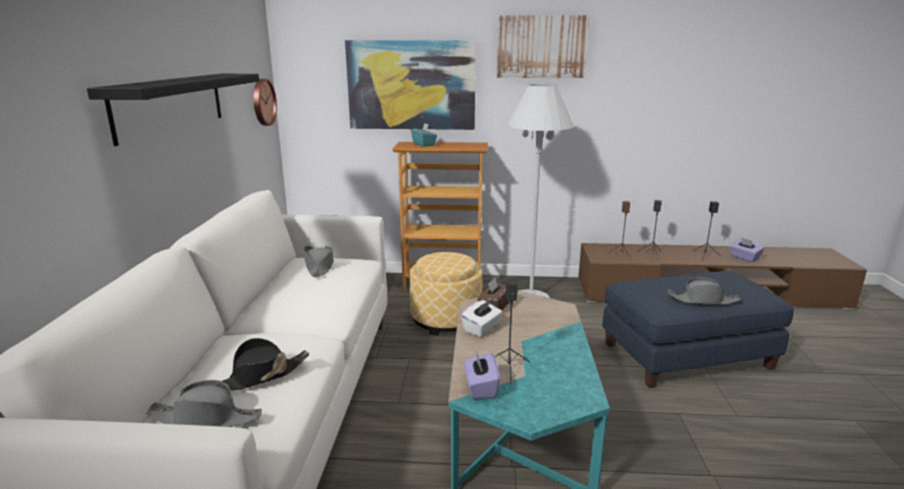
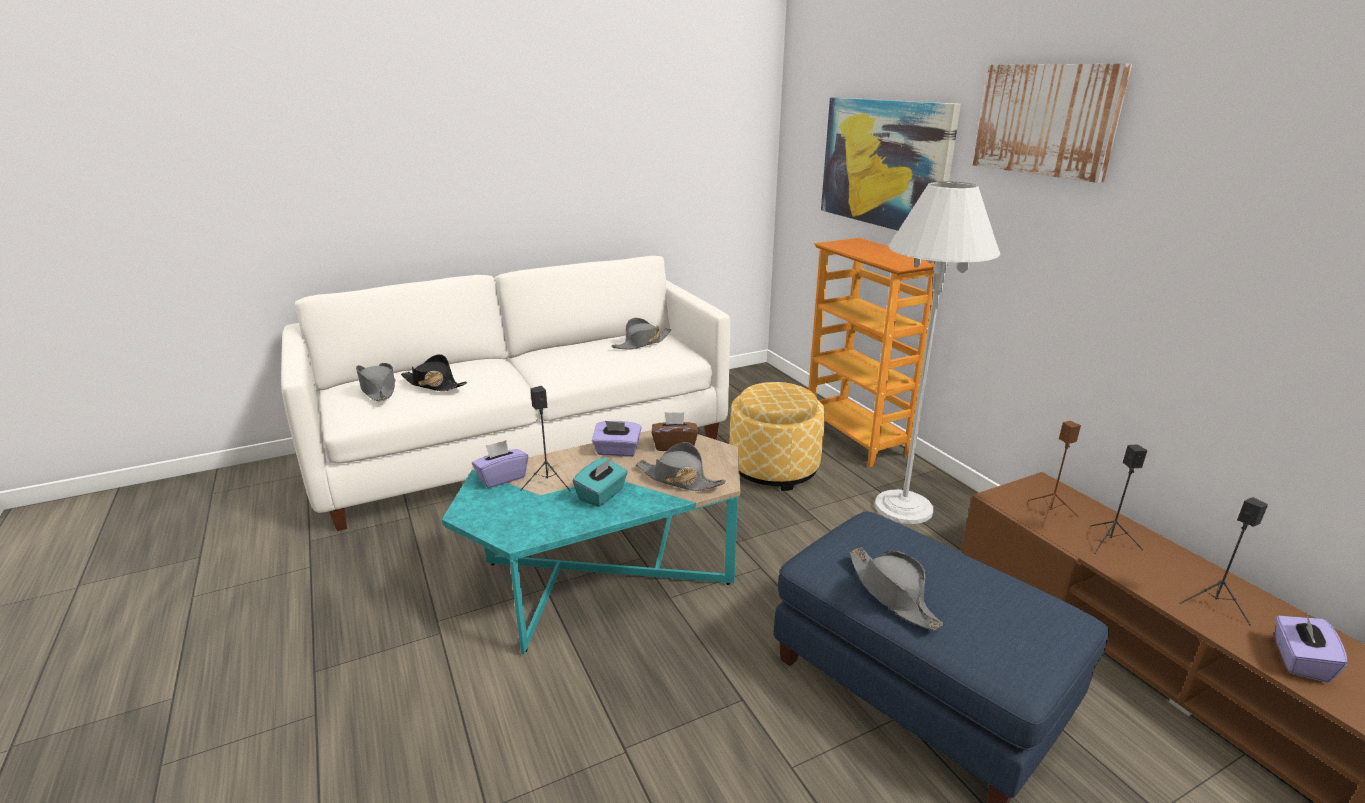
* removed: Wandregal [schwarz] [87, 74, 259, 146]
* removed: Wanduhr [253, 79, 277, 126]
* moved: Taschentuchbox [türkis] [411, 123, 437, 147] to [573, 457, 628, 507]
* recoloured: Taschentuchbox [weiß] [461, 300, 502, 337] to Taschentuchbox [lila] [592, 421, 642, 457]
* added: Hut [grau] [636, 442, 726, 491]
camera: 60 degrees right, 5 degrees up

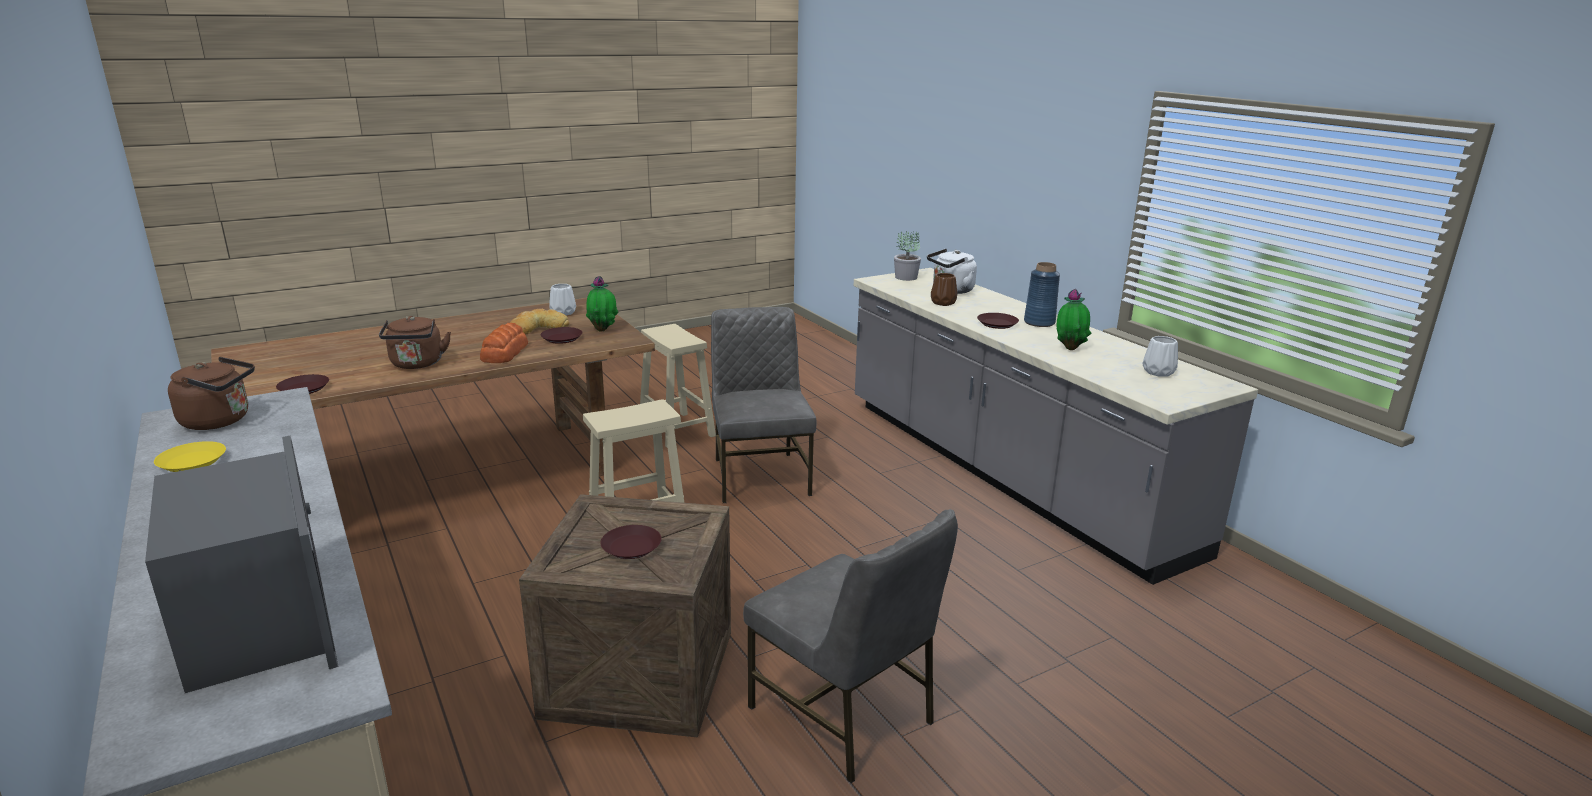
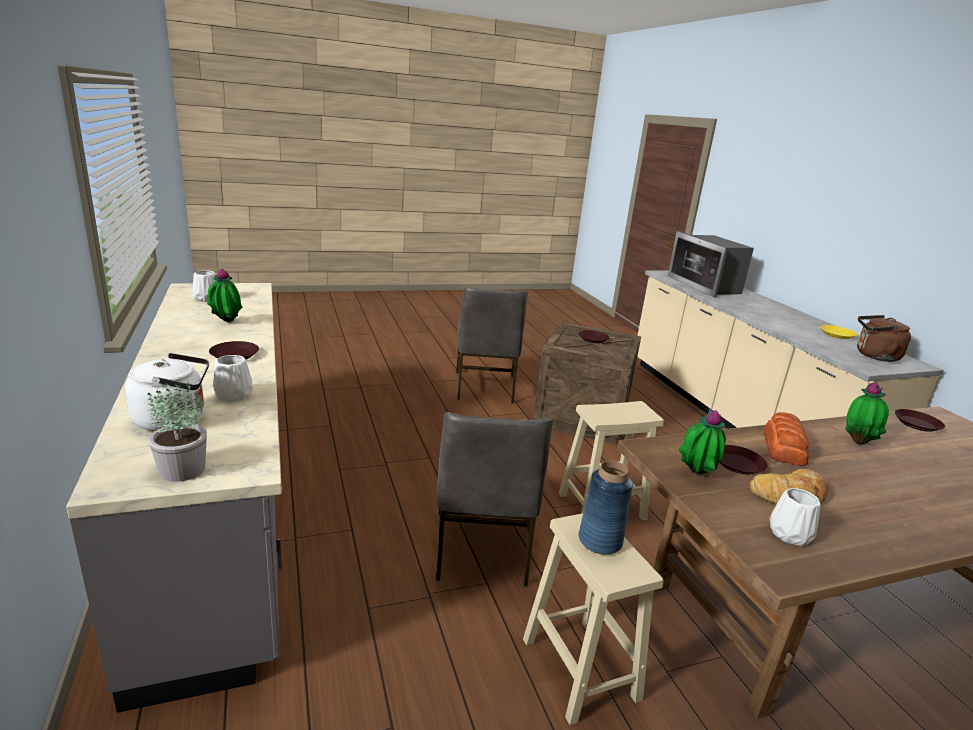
* replaced: Wasserkessel [braun] [379, 316, 451, 369] to Topfpflanze [845, 382, 889, 445]
* turned: Stuhl [grau] [743, 509, 958, 783] = [456, 287, 528, 404] 150 degrees counterclockwise
* recoloured: Vase [braun] [931, 273, 957, 306] to Vase [weiß] [213, 355, 253, 402]
* moved: Vase [blau] [1024, 262, 1060, 327] to [579, 461, 633, 555]
camera: 170 degrees left, 0 degrees up

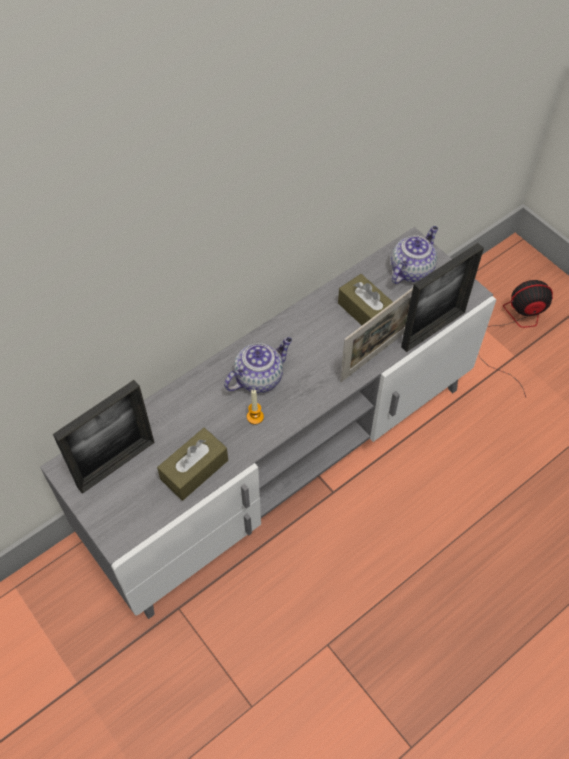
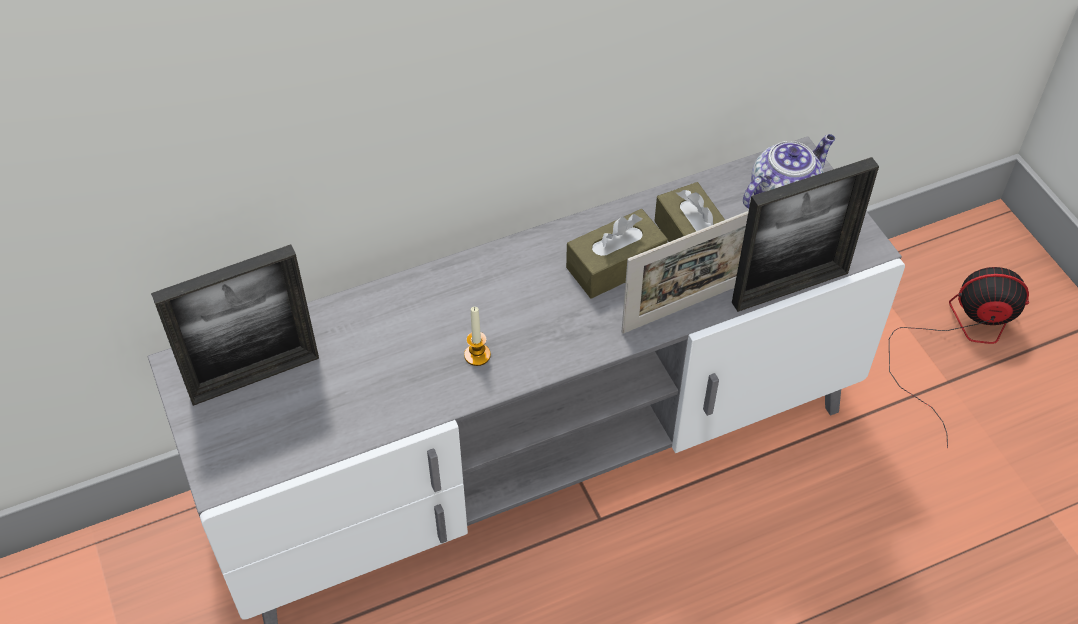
* moved: Taschentuchbox [braun] [157, 428, 228, 501] to [566, 209, 668, 299]
* removed: Teekanne [224, 337, 292, 393]
camera: 15 degrees right, 5 degrees down

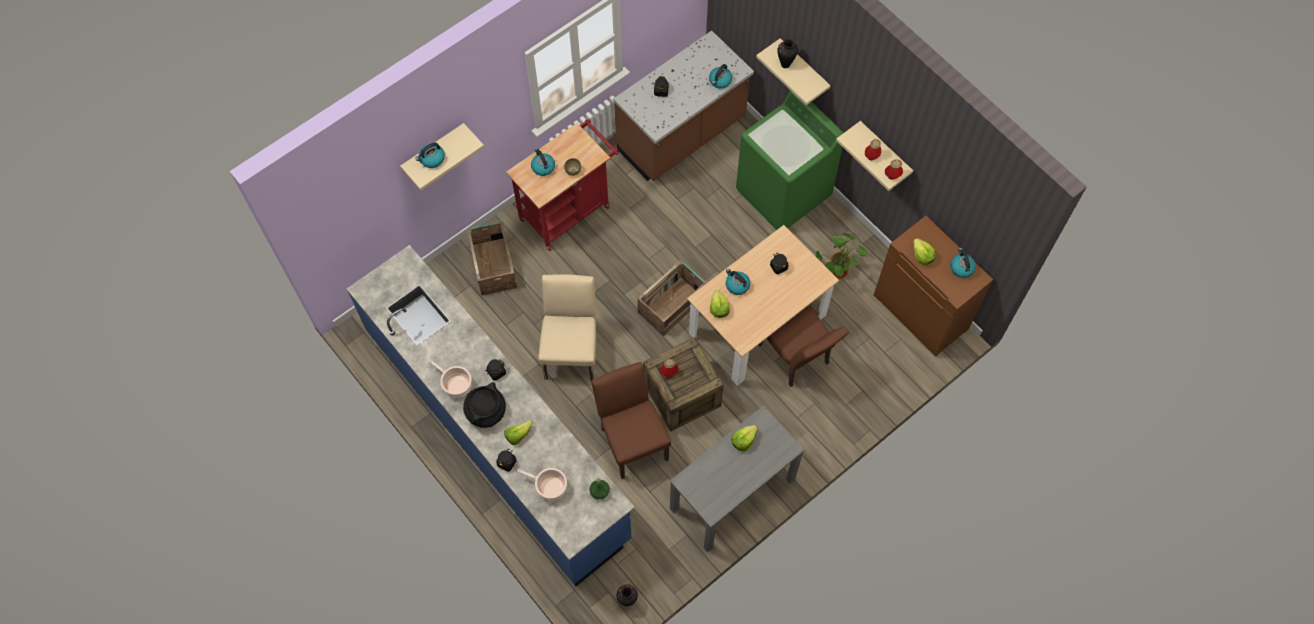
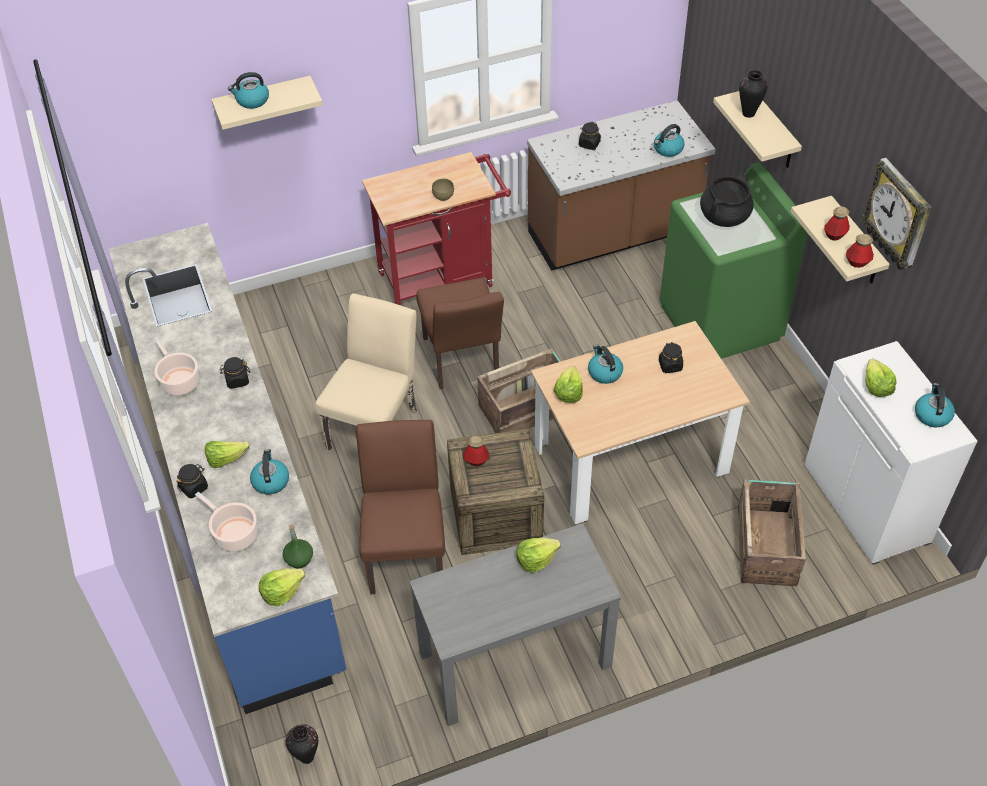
* moved: Kochtopf [schwarz] [463, 382, 506, 428] to [700, 175, 754, 227]
* moved: Kiste [467, 221, 517, 295] to [738, 479, 806, 586]
* moved: Wasserkessel [531, 148, 555, 176] to [250, 449, 289, 494]
* moved: Stuhl [braun] [758, 305, 849, 387] to [417, 278, 504, 389]
* removed: Topfpflanze [816, 233, 870, 279]
* recoloured: Schrank [braun] [874, 216, 993, 356] to Schrank [weiß] [804, 341, 977, 565]
* added: Salatkopf [259, 568, 305, 606]
* added: Wanduhr [862, 158, 932, 270]
camera: 20 degrees right, 15 degrees down

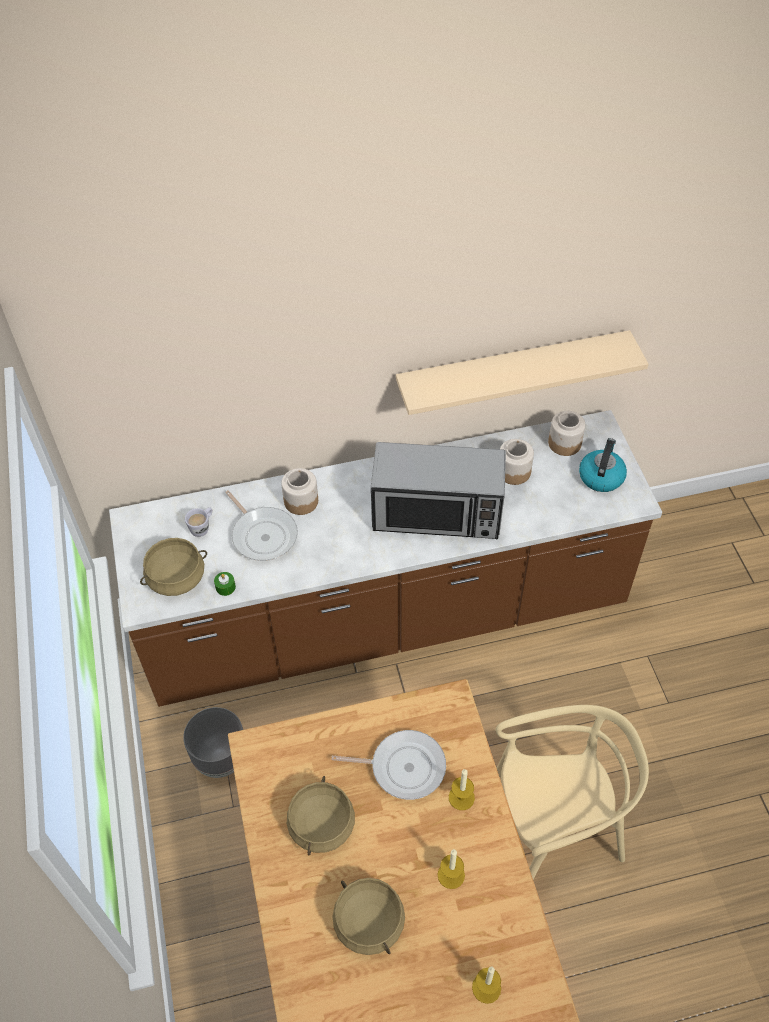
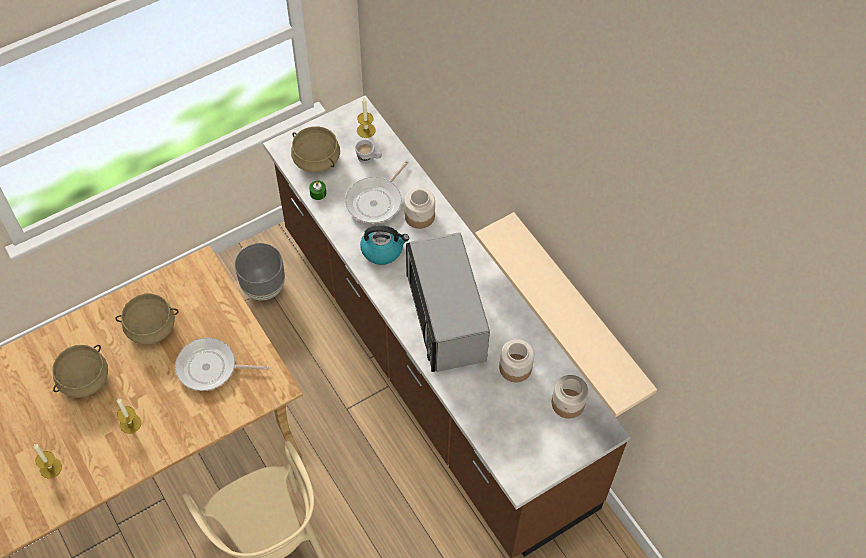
* turned: Pfanne [331, 730, 446, 800] = [175, 338, 269, 391] 105 degrees clockwise
* moved: Kerze [449, 769, 475, 810] to [357, 98, 376, 138]
* moved: Wasserkessel [579, 438, 627, 492] to [360, 225, 409, 265]
camera: 70 degrees right, 5 degrees up

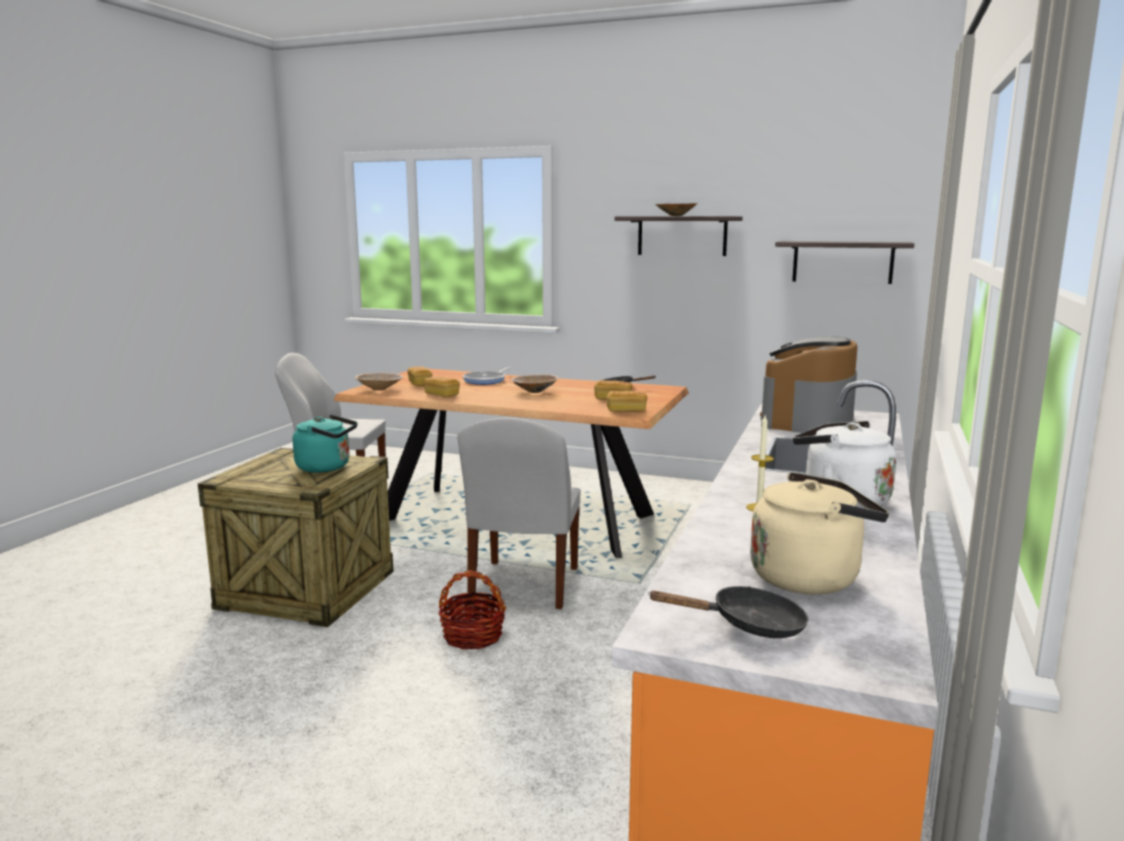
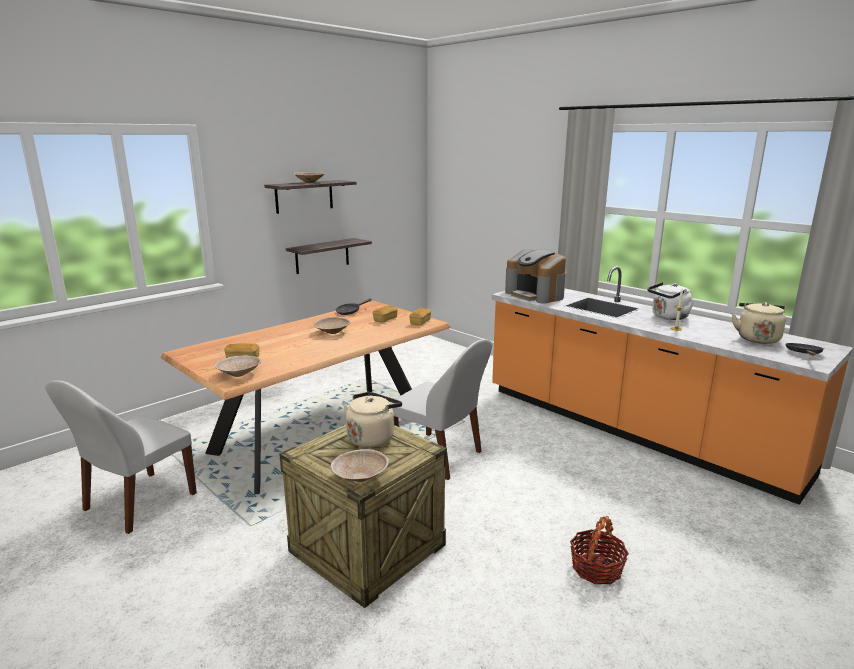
* recoloured: Wasserkessel [türkis] [293, 415, 357, 473] to Wasserkessel [beige] [343, 392, 402, 448]
* removed: Brot [424, 377, 460, 397]
* moved: Korb [439, 570, 506, 649] to [570, 516, 629, 584]
* removed: Pfanne [463, 367, 511, 385]
* moved: Wandregal [775, 241, 914, 284] to [286, 238, 372, 274]
* added: Schüssel [beige] [331, 449, 389, 482]
camera: 65 degrees left, 5 degrees up

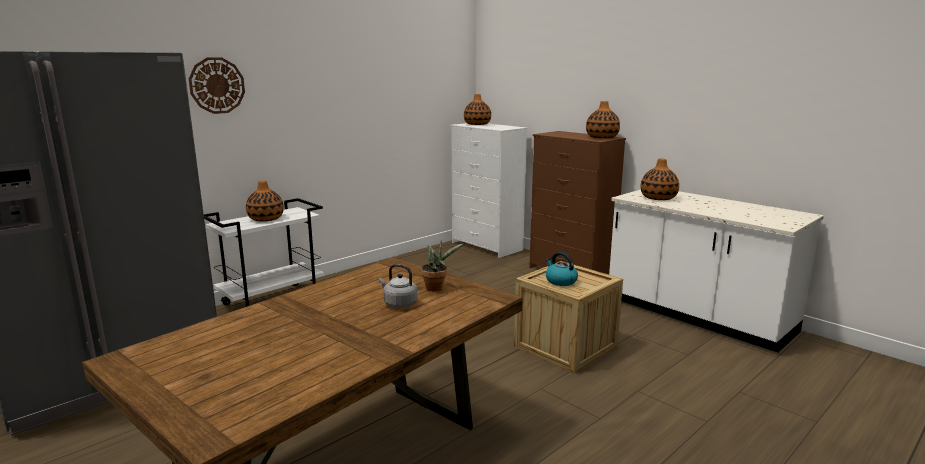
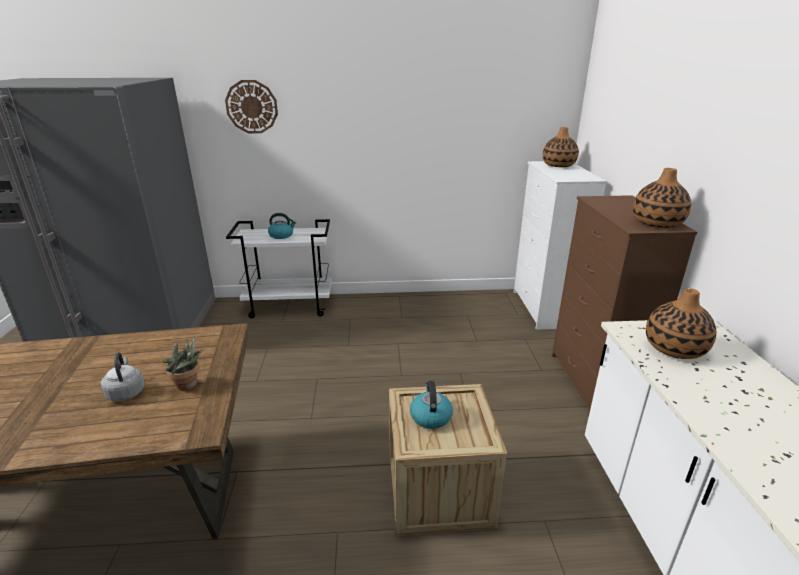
* replaced: Vase [246, 181, 284, 221] to Wasserkessel [268, 213, 296, 239]
camera: 40 degrees right, 10 degrees up

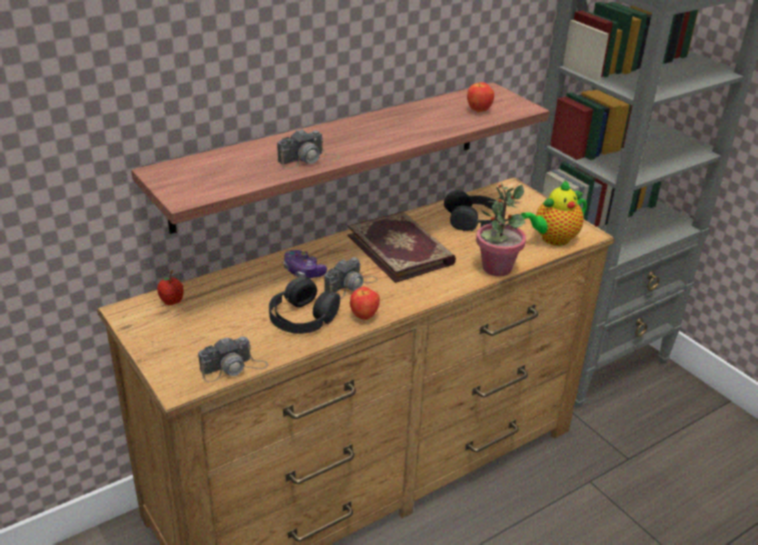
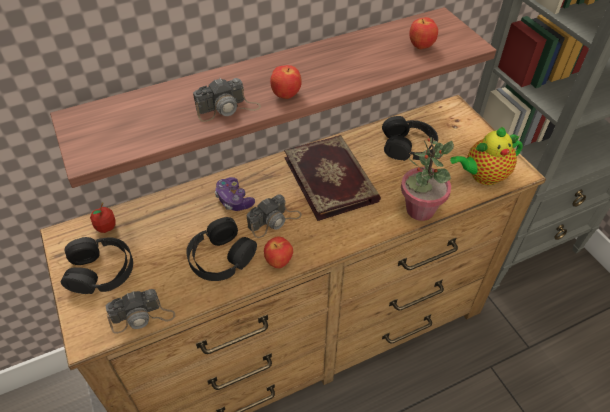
* added: Kopfhörer [schwarz] [61, 237, 133, 294]
* added: Apfel [270, 65, 302, 99]
camera: 10 degrees right, 15 degrees up

